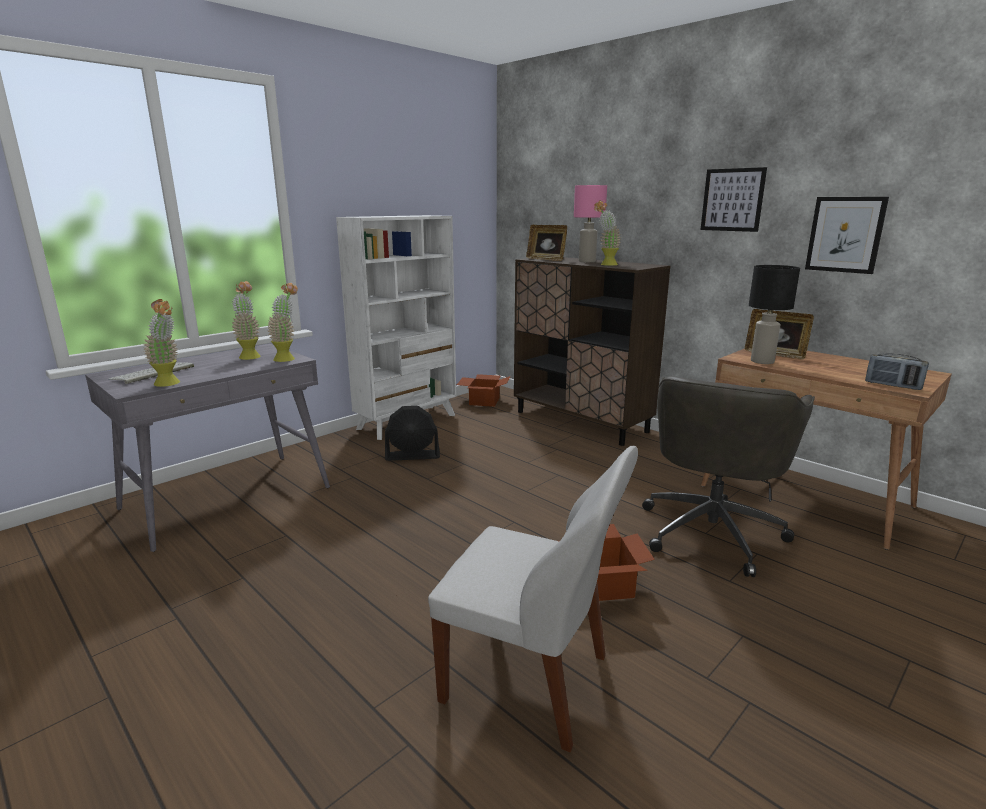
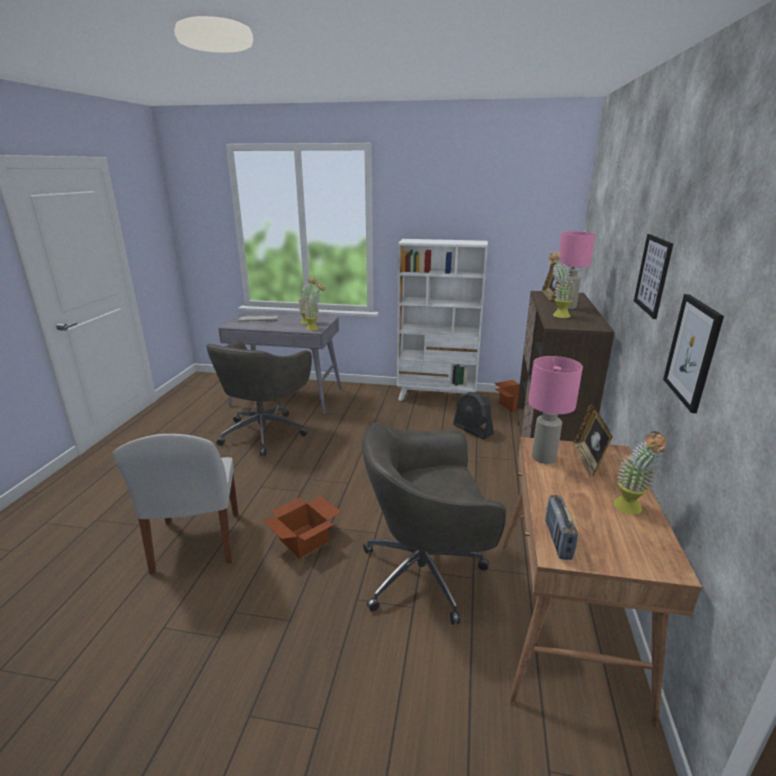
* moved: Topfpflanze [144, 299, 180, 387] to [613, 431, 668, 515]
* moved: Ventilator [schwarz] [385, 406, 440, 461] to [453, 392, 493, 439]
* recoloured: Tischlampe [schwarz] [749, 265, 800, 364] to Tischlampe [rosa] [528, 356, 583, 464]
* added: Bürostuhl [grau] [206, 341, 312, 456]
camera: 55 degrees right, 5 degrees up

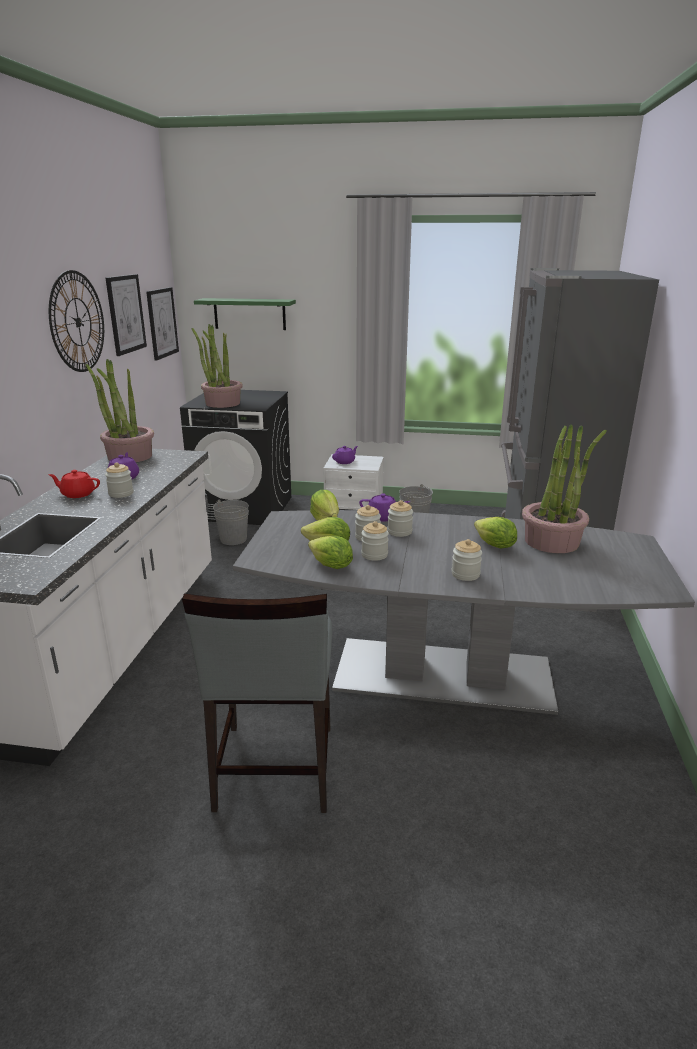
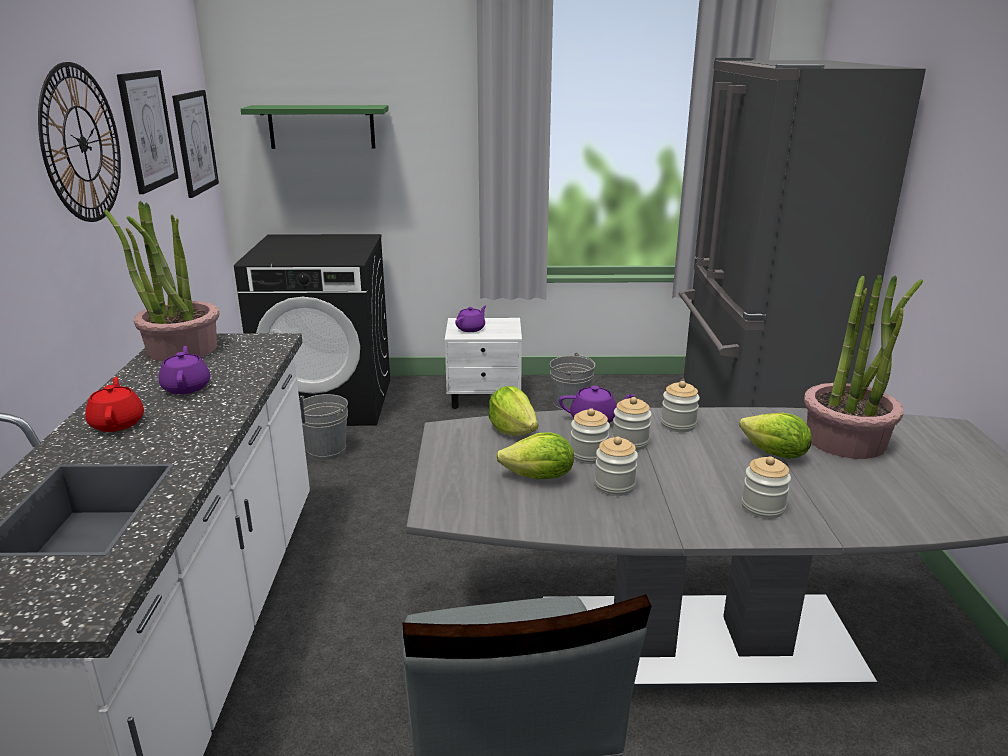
* turned: Teekanne [rot] [48, 470, 100, 498] = [85, 377, 144, 432] 75 degrees clockwise
* moved: Vorratsglas [105, 462, 133, 498] to [661, 381, 700, 432]
* removed: Topfpflanze [192, 324, 243, 408]
* removed: Salatkopf [308, 536, 353, 569]
camera: 10 degrees left, 0 degrees up

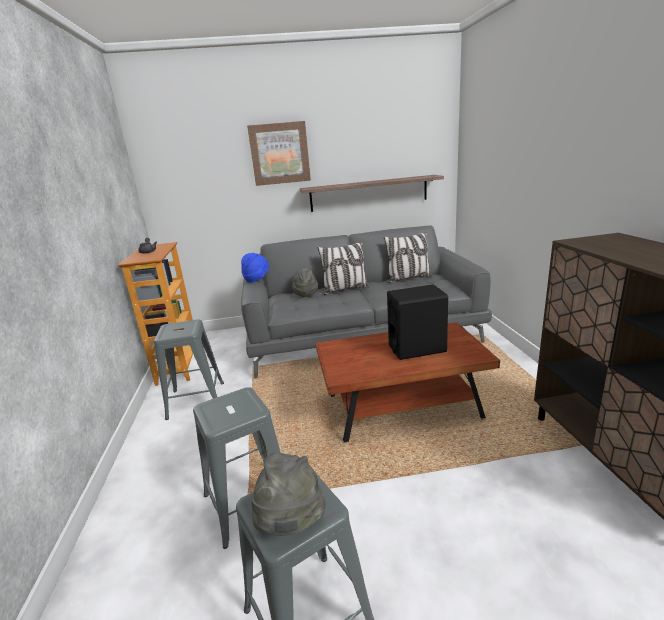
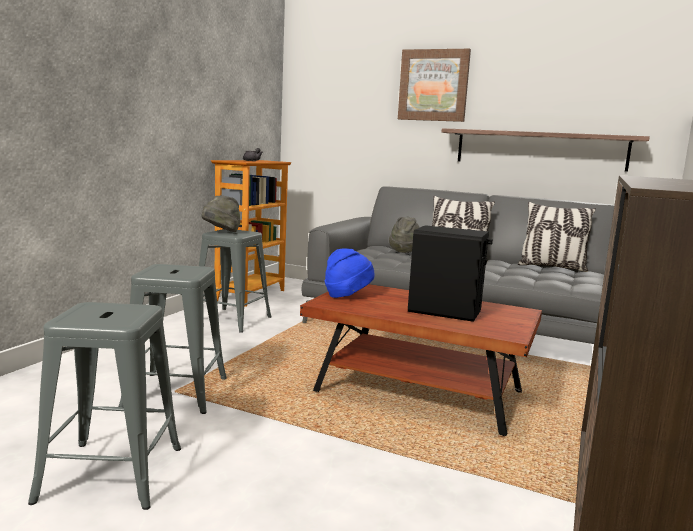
* moved: Hut [blau] [241, 253, 269, 283] to [325, 248, 375, 298]
* moved: Hut [grau] [251, 453, 326, 536] to [201, 195, 241, 232]
camera: 30 degrees right, 10 degrees down

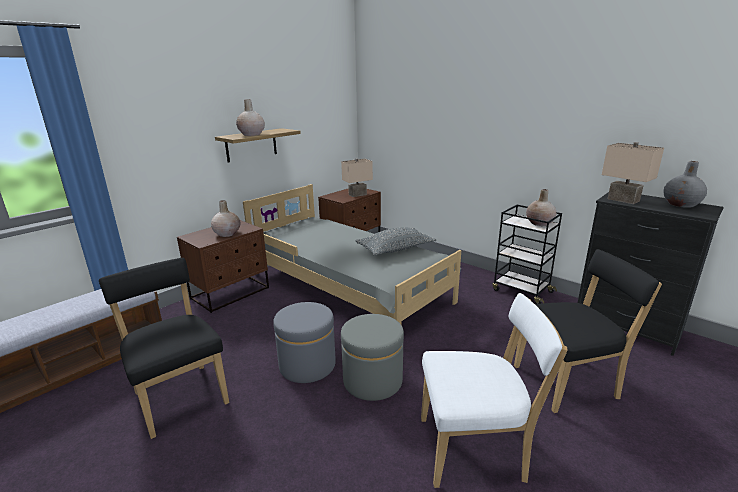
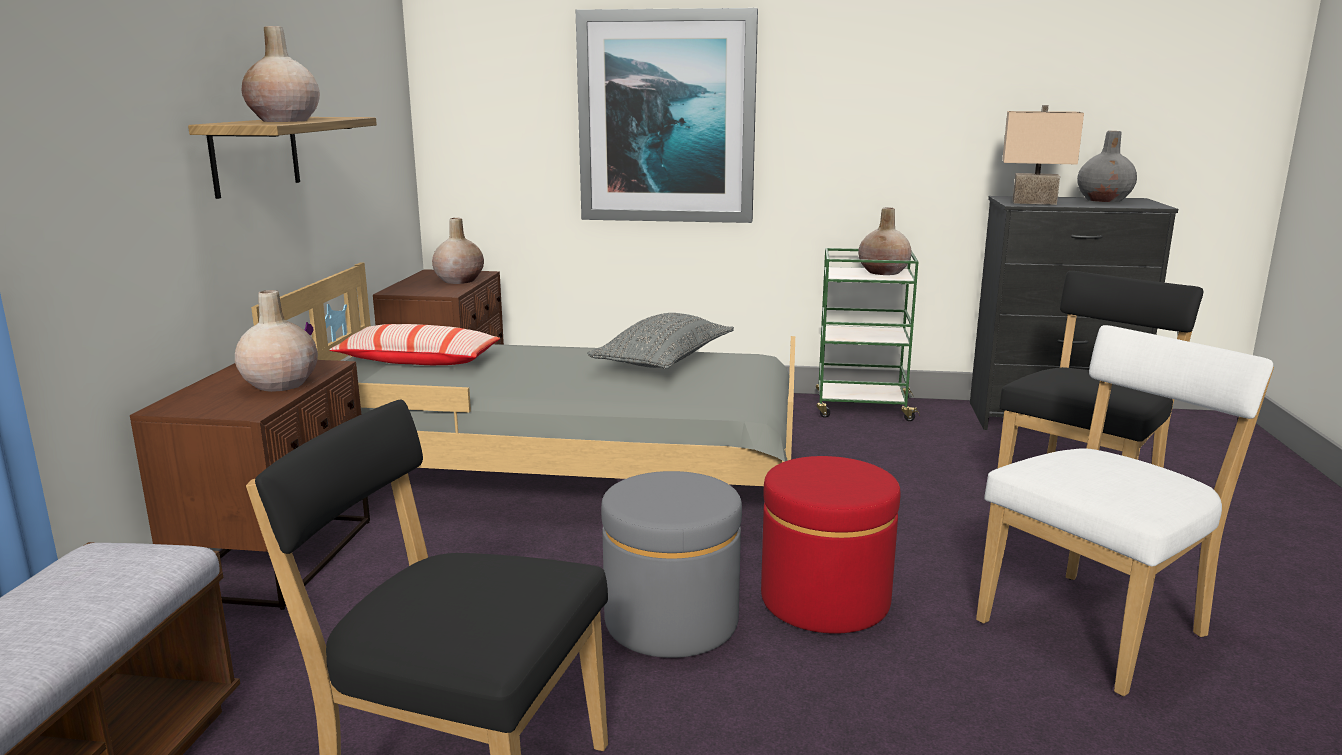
* replaced: Tischlampe [beige] [341, 158, 373, 197] to Vase [beige] [432, 218, 484, 284]
* recoloured: Polsterhocker [grau] [341, 314, 404, 401] to Polsterhocker [rot] [761, 456, 900, 634]
* recoloured: Rollwagen [schwarz] [492, 205, 562, 304] to Rollwagen [grün] [816, 248, 920, 421]
* added: Kissen [329, 324, 500, 365]
* added: Bild [576, 8, 758, 223]
camera: 35 degrees left, 5 degrees down

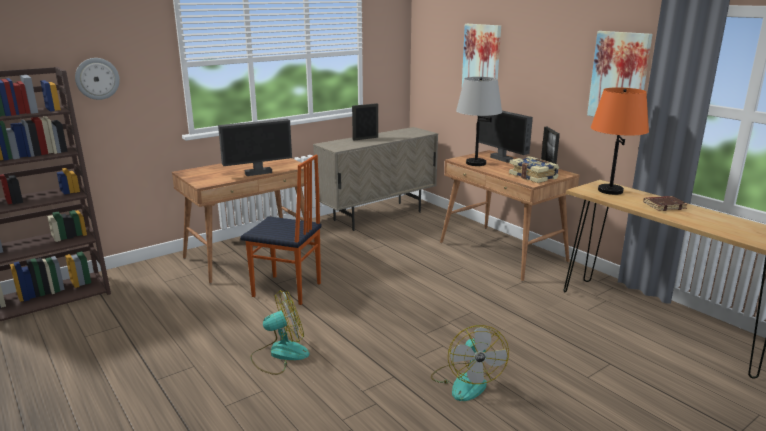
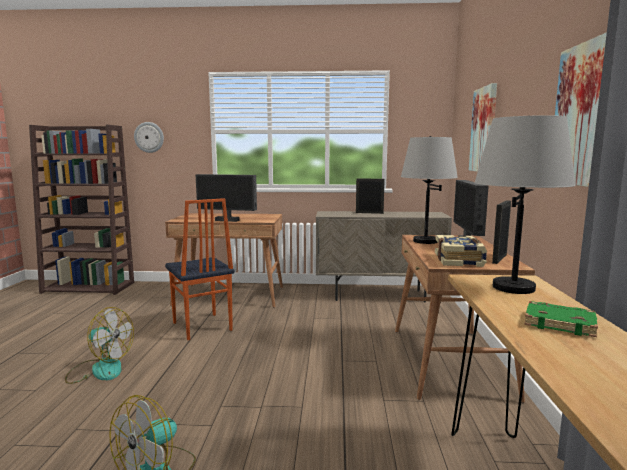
* recoloured: Tischlampe [orange] [591, 87, 649, 195] to Tischlampe [grau] [474, 115, 576, 294]
* recoloured: Buch [braun] [643, 196, 688, 211] to Buch [grün] [524, 301, 598, 337]
camera: 40 degrees right, 10 degrees down

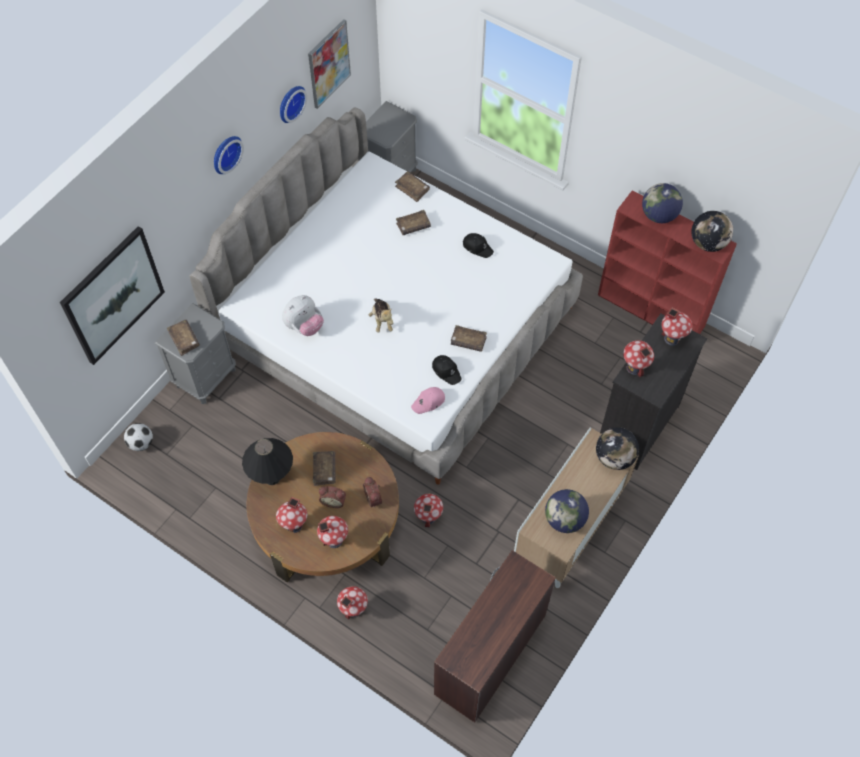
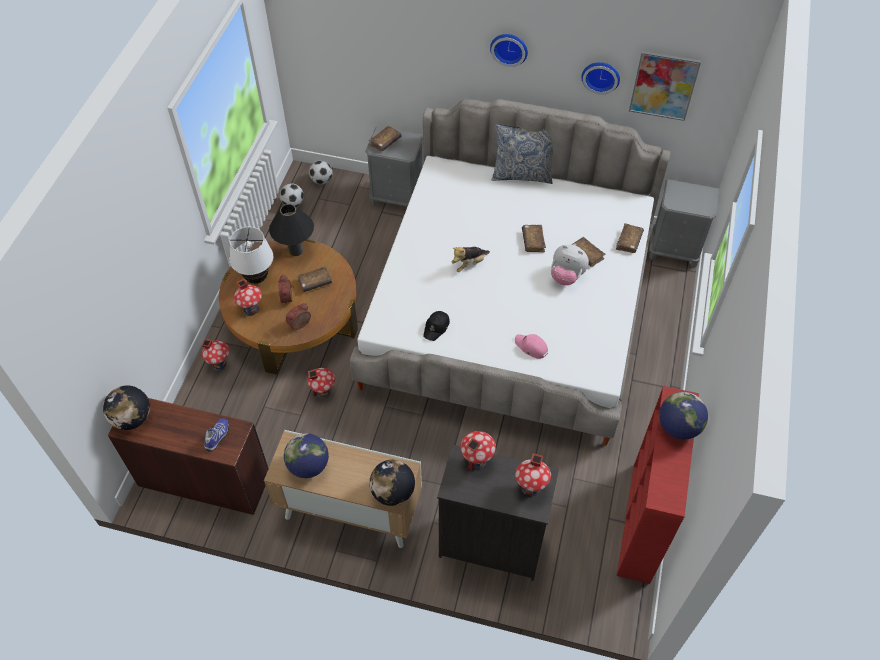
* removed: Bild [60, 226, 165, 365]
* replaced: Spielzeughaus [276, 497, 307, 533] to Tischlampe [weiß] [229, 227, 274, 284]
* moved: Plüschtier [282, 295, 324, 336] to [551, 245, 589, 285]
* moved: Kappe [rosa] [411, 387, 445, 414] to [515, 334, 548, 359]
* moved: Buch [braun] [451, 325, 487, 352] to [522, 225, 546, 252]
* removed: Kappe [schwarz] [463, 233, 494, 258]
* moved: Globus [691, 211, 733, 252] to [103, 386, 150, 430]
* added: Schuh [204, 418, 229, 452]
* added: Fußball [280, 183, 304, 207]
* added: Kissen [492, 124, 553, 184]
camera: 70 degrees right, 5 degrees down

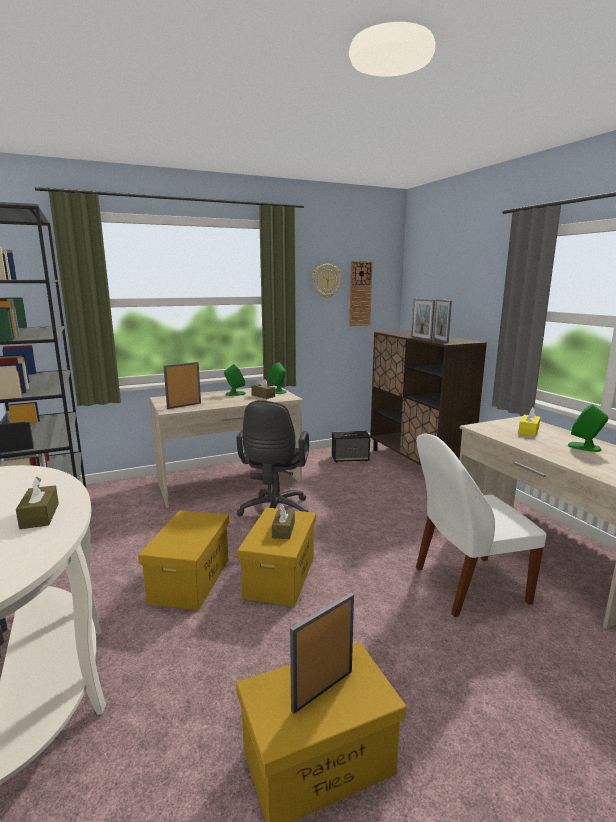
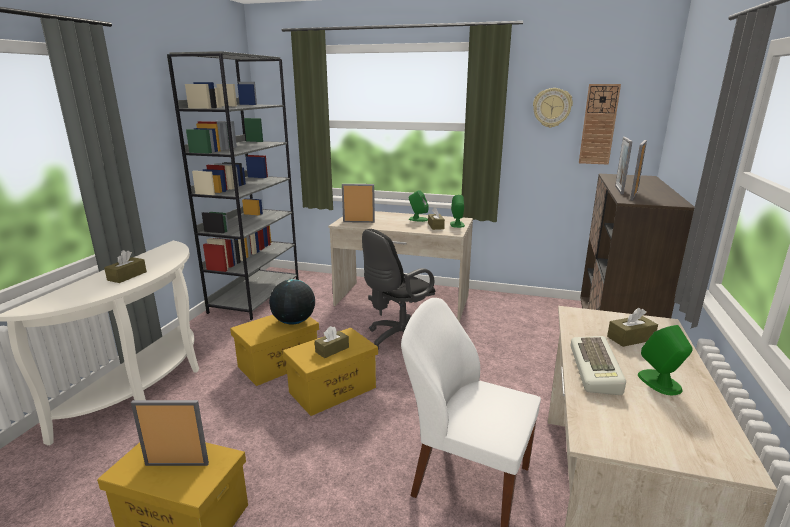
* removed: Lautsprecher [332, 431, 370, 462]
* recoloured: Taschentuchbox [gelb] [518, 407, 540, 437] to Taschentuchbox [braun] [607, 308, 658, 347]
* added: Globus [269, 279, 315, 324]
* added: Tastatur [571, 336, 626, 395]
camera: 40 degrees right, 5 degrees up

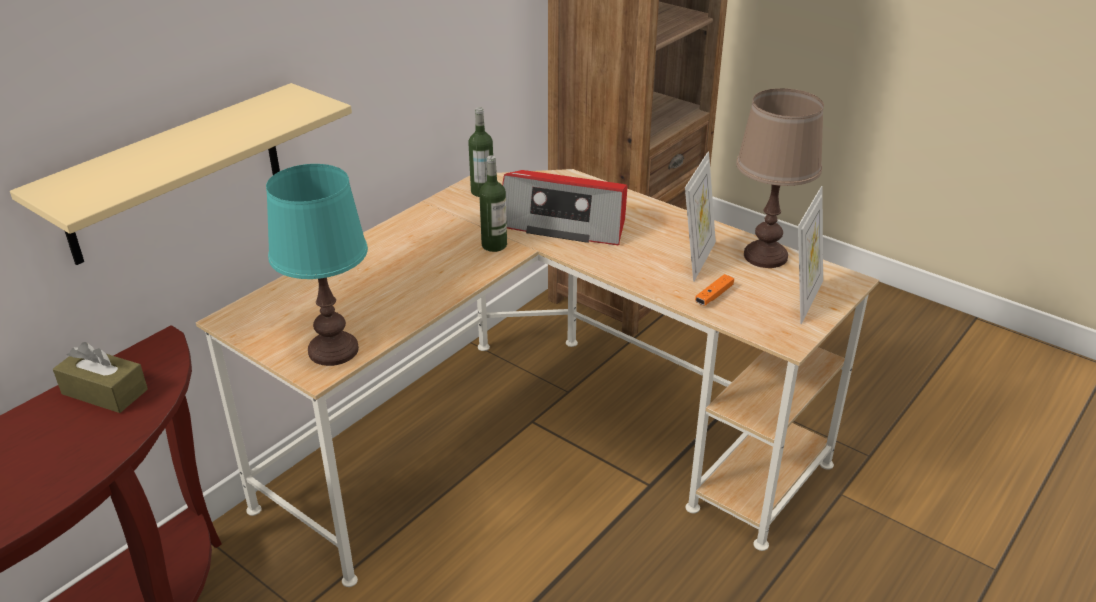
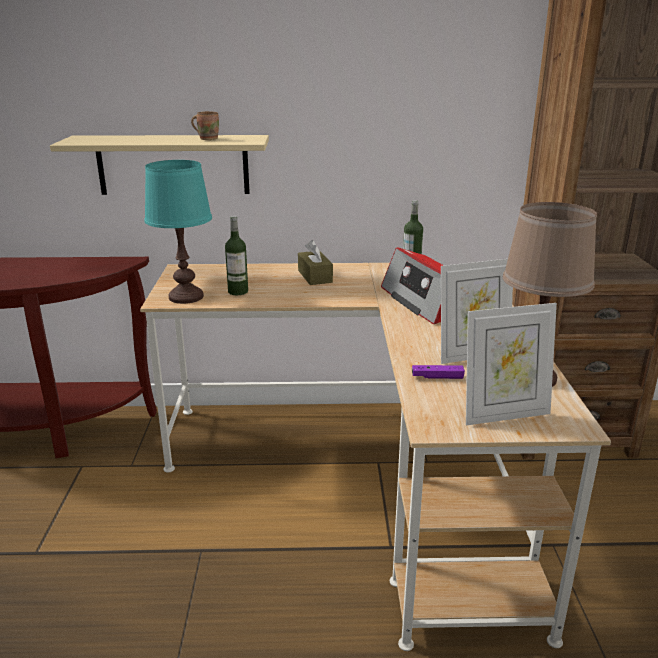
* moved: Taschentuchbox [braun] [53, 342, 148, 413] to [298, 240, 333, 285]
* moved: Flasche [479, 156, 507, 252] to [225, 216, 248, 295]
* recoloured: Gamepad [orange] [695, 274, 734, 305] to Gamepad [lila] [412, 365, 465, 379]
* added: Henkelbecher [braun] [191, 111, 219, 140]
camera: 50 degrees right, 10 degrees down

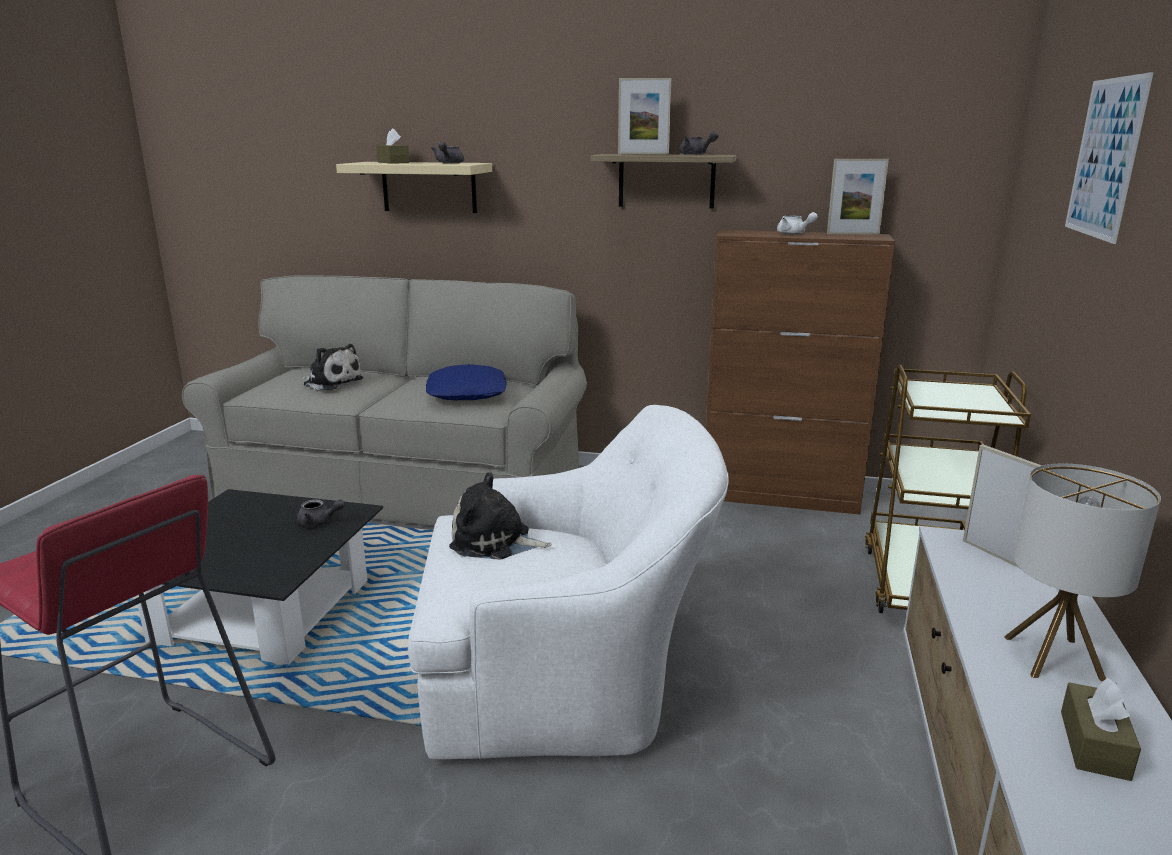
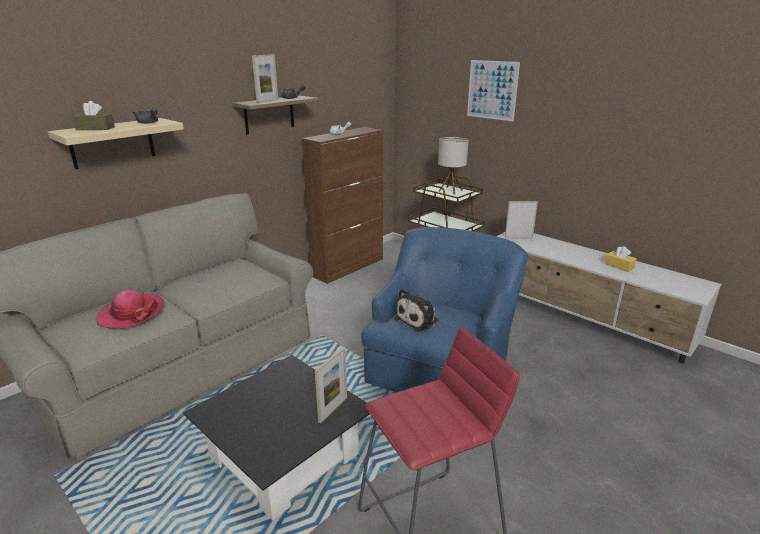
* removed: Teekanne [grau] [297, 499, 345, 527]
* replaced: Plüschtier [301, 344, 363, 390] to Hut [96, 290, 164, 329]
* recoloured: Sessel [weiß] [408, 405, 729, 760] to Sessel [blau] [362, 227, 528, 392]
* removed: Kissen [blau] [426, 364, 507, 400]
* moved: Bilderrahmen [827, 159, 889, 234] to [315, 347, 347, 424]
* moved: Tischlampe [1004, 464, 1161, 681] to [438, 137, 469, 195]
* recoloured: Taschentuchbox [braun] [1061, 678, 1141, 781] to Taschentuchbox [gelb] [604, 246, 637, 272]
camera: 60 degrees left, 5 degrees up

